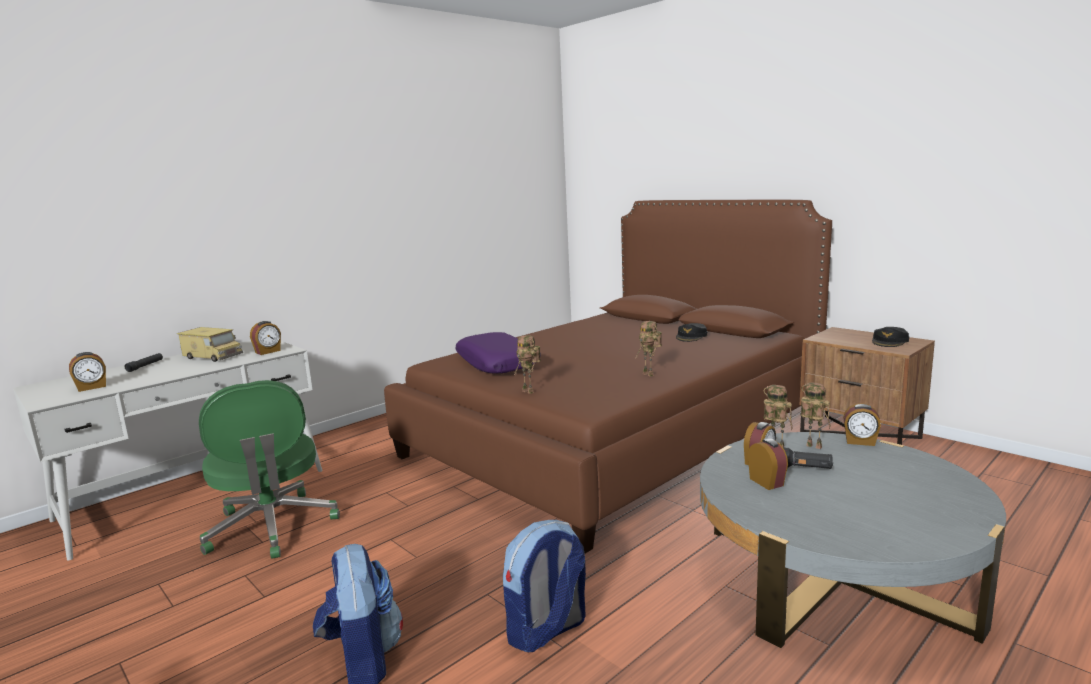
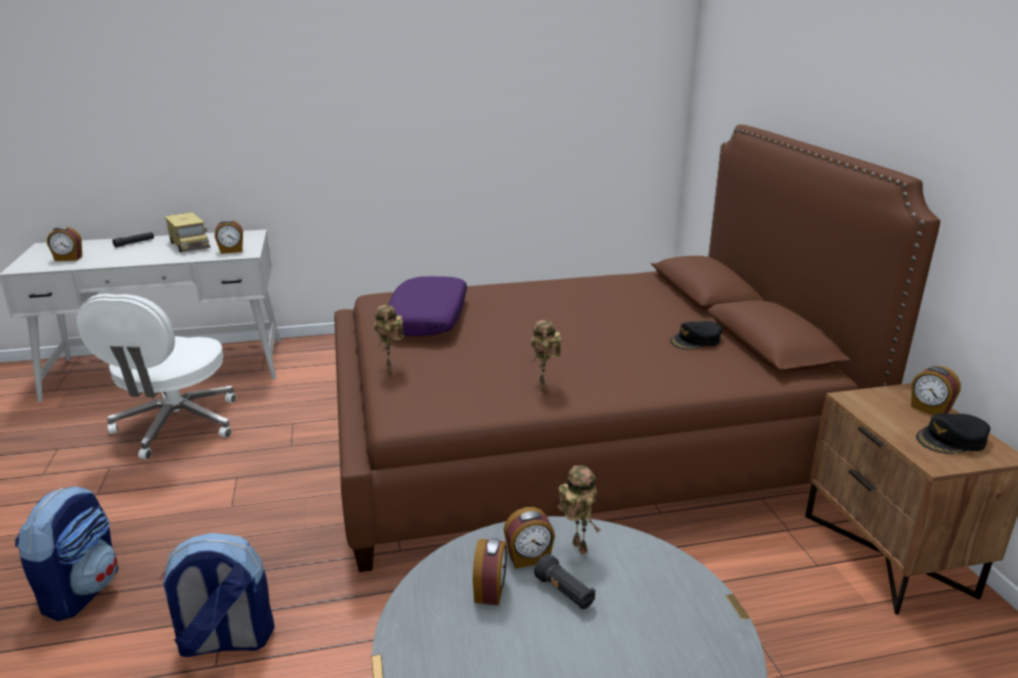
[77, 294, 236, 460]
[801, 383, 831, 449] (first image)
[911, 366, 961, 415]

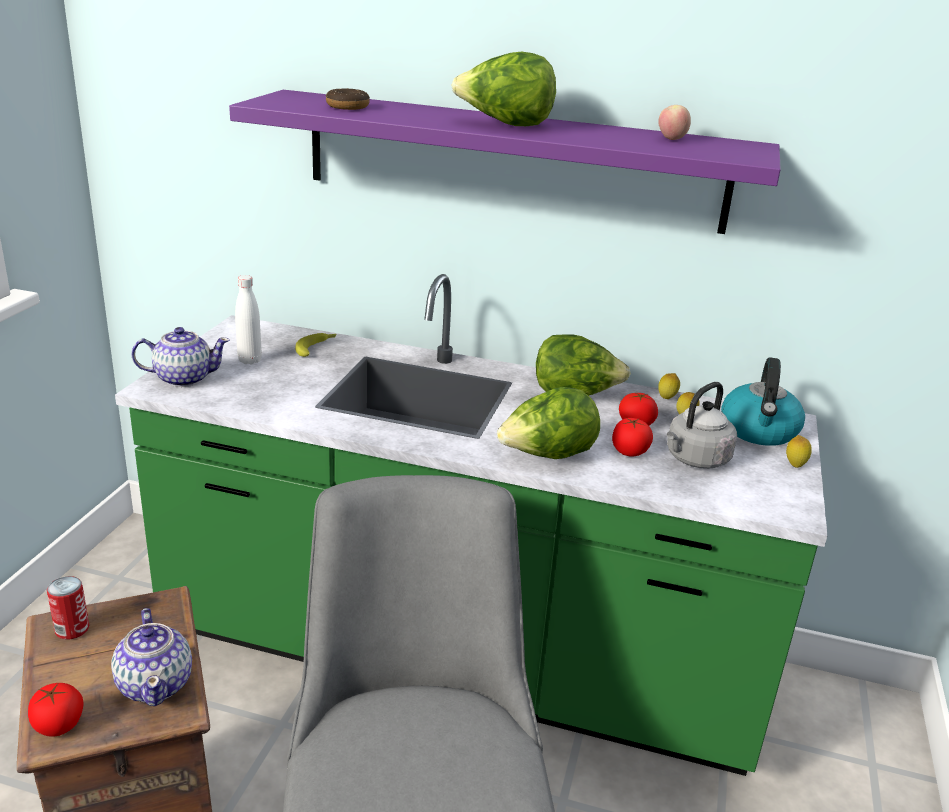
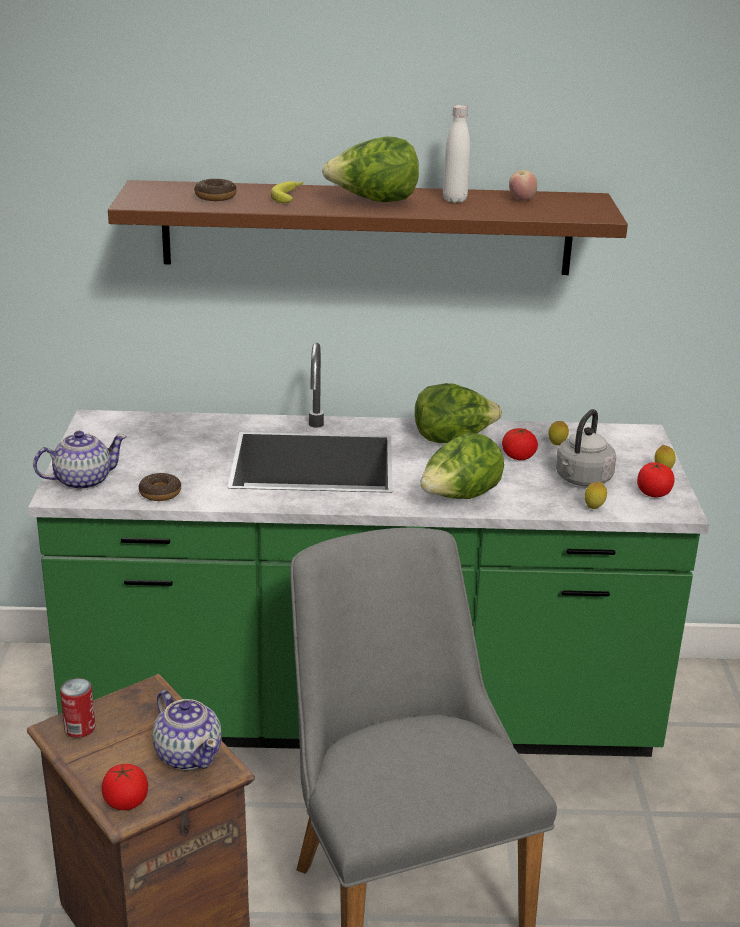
[108, 180, 628, 275]
[443, 105, 470, 203]
[270, 181, 303, 203]
[721, 357, 805, 446] (first image)
[585, 482, 607, 509]
[637, 463, 674, 497]
[139, 473, 181, 501]

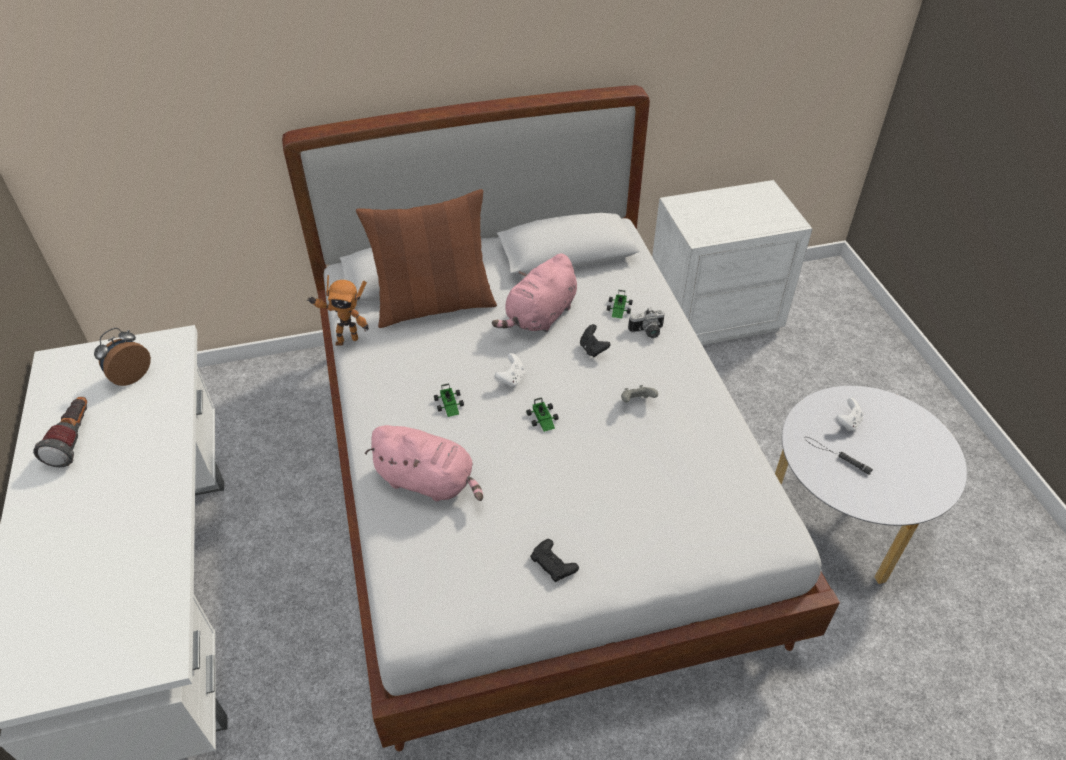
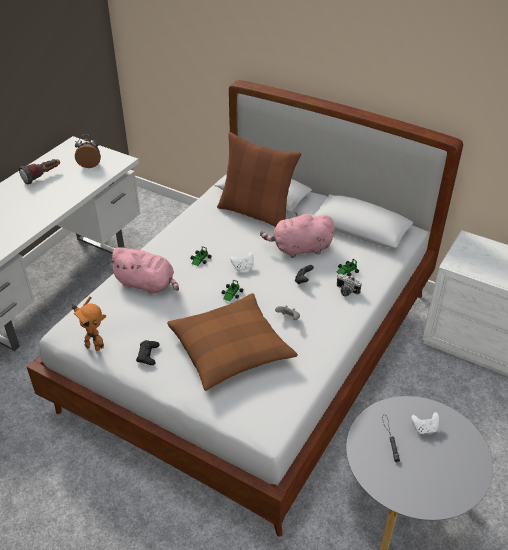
[71, 297, 106, 351]
[108, 247, 179, 295]
[167, 293, 298, 391]

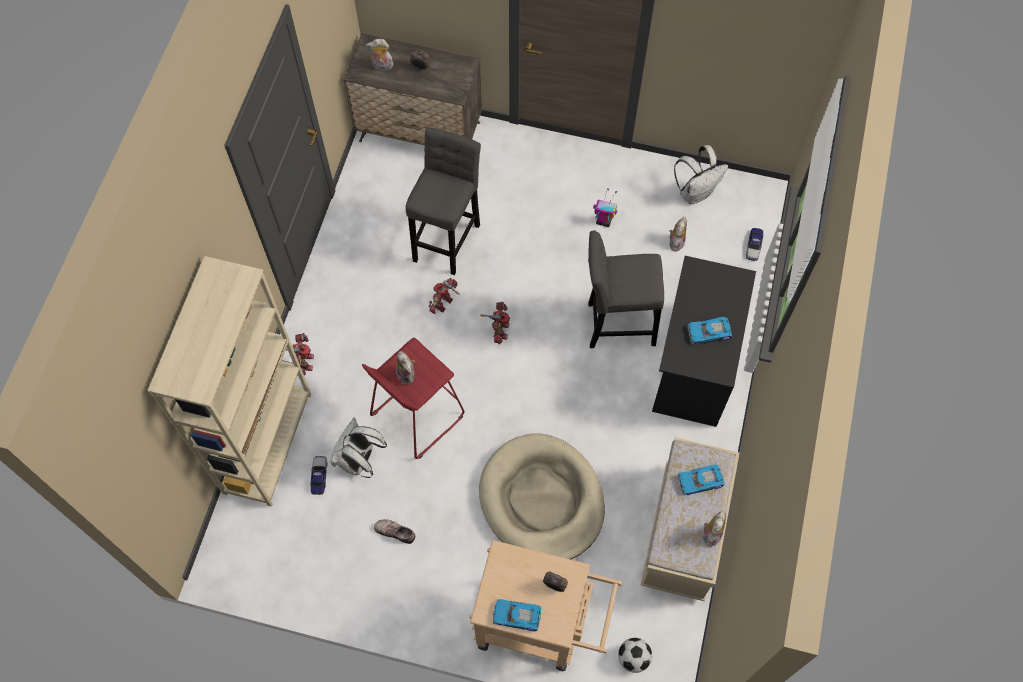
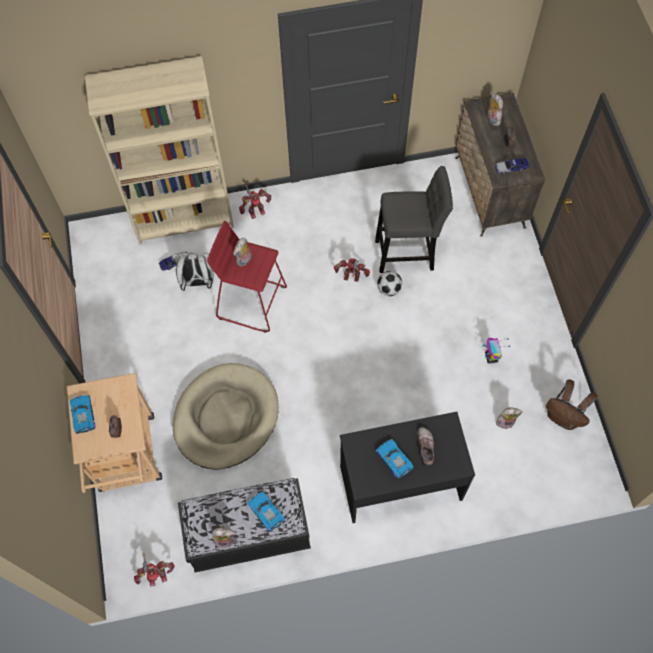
[546, 379, 598, 430]
[495, 158, 529, 174]
[588, 230, 664, 348] (first image)
[134, 553, 175, 586]
[178, 478, 311, 572]
[417, 427, 434, 466]
[377, 271, 402, 296]

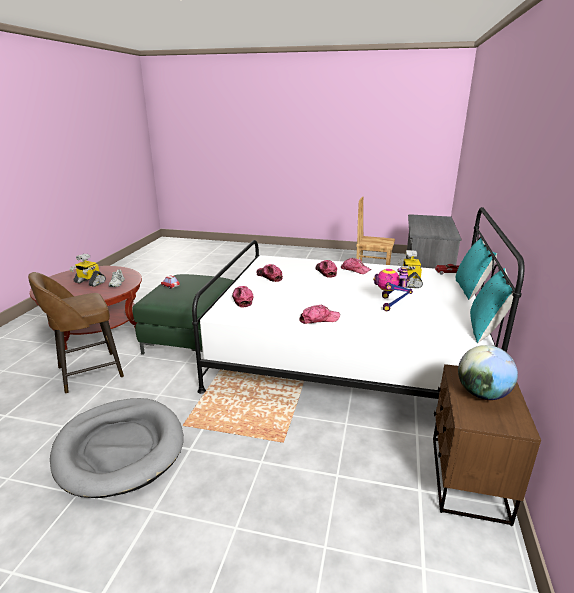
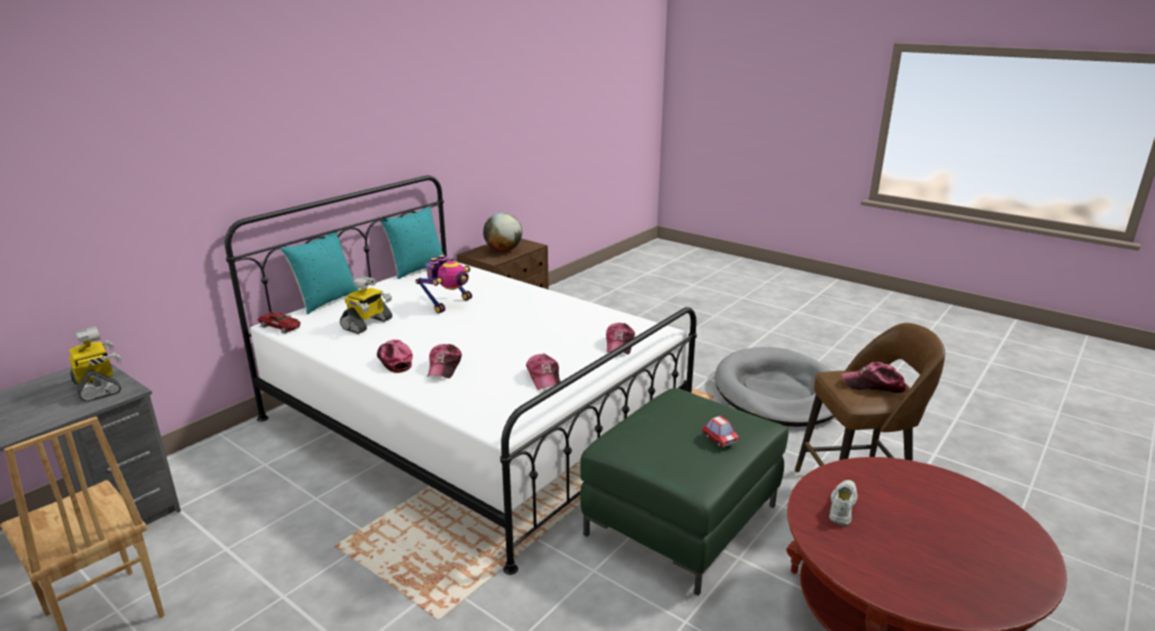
[69, 327, 121, 402]
[842, 362, 906, 393]

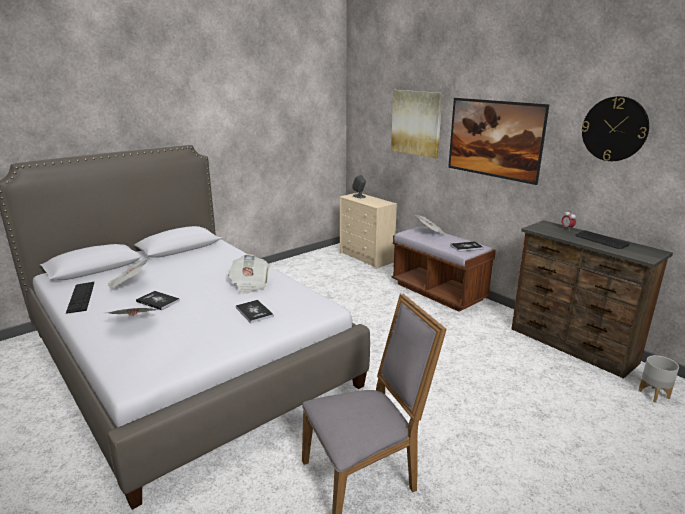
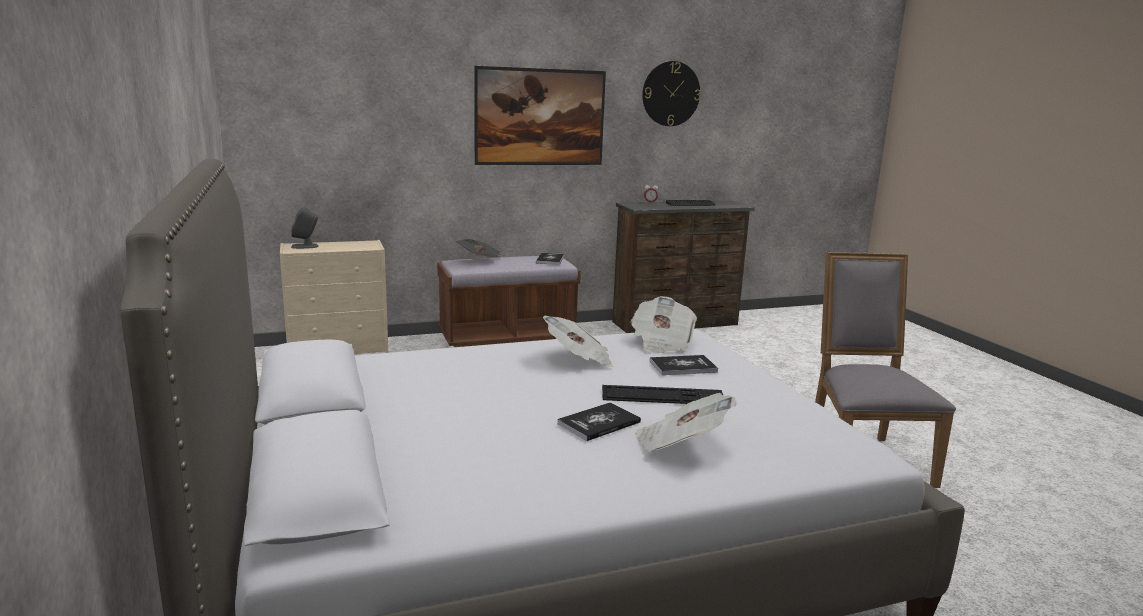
[391, 90, 443, 158] (first image)
[631, 296, 697, 354]
[602, 385, 723, 404]
[638, 355, 679, 403] (first image)

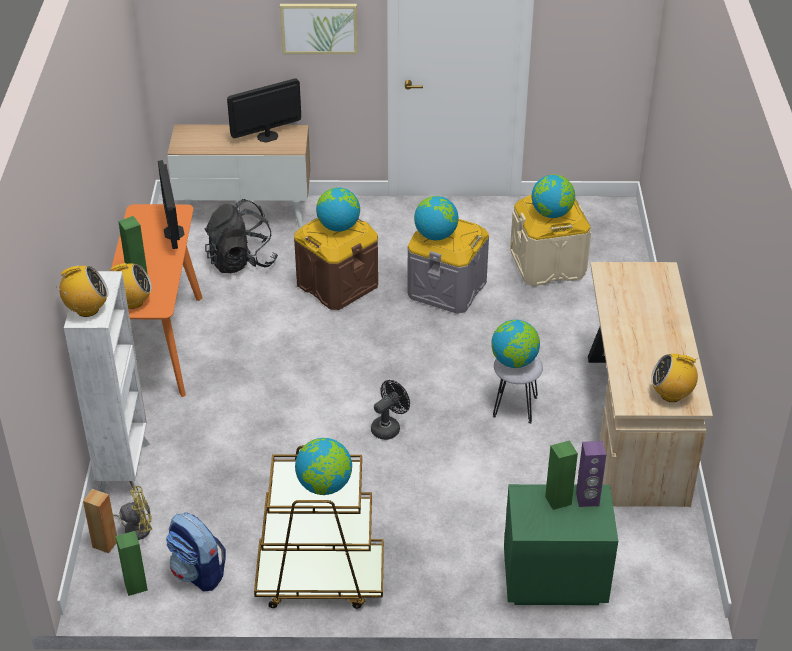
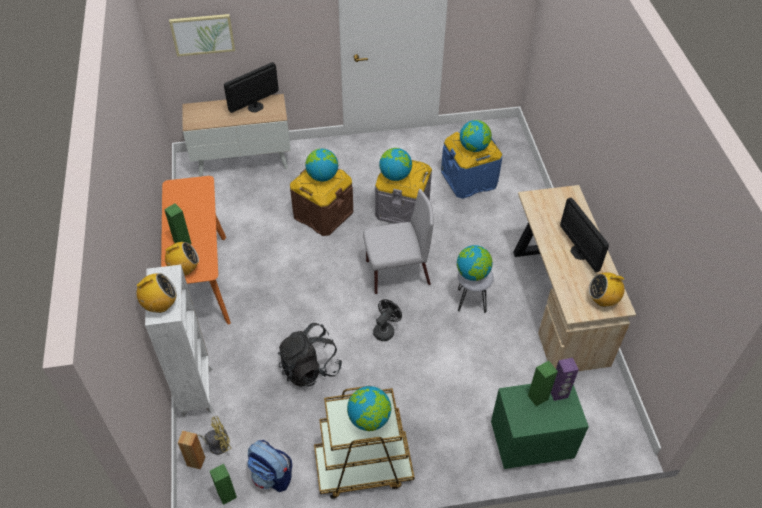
[169, 14, 235, 57]
[560, 197, 609, 272]
[441, 132, 502, 199]
[278, 323, 342, 387]
[363, 189, 433, 294]

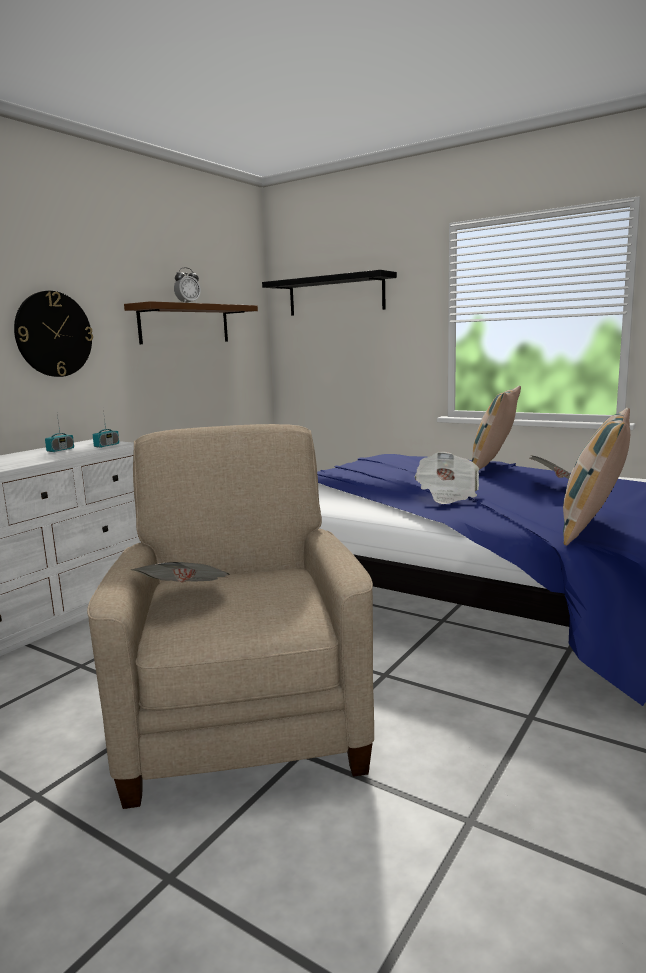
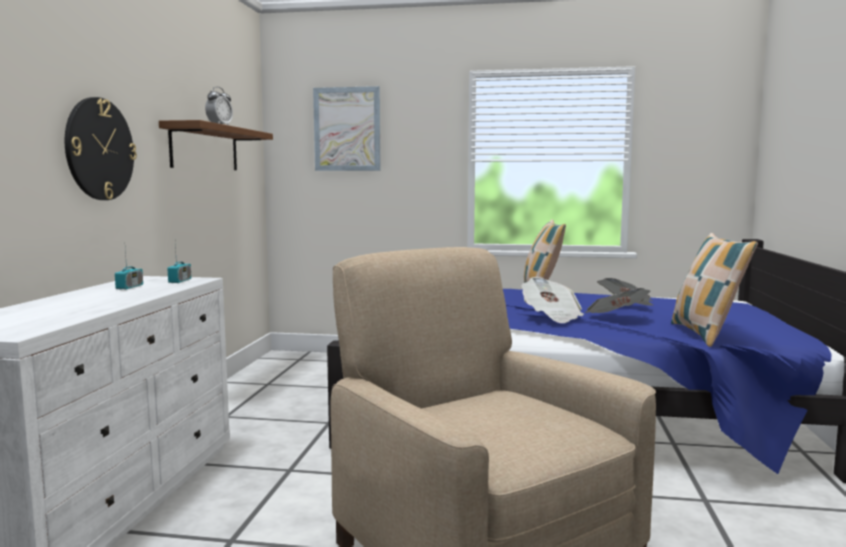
[313, 86, 381, 171]
[585, 288, 651, 313]

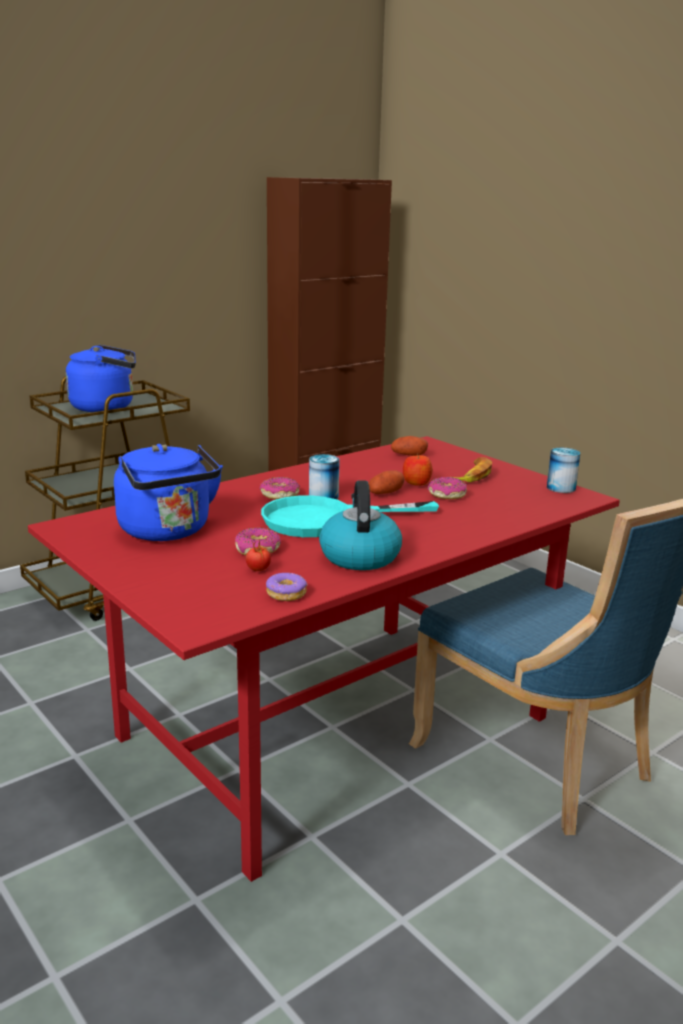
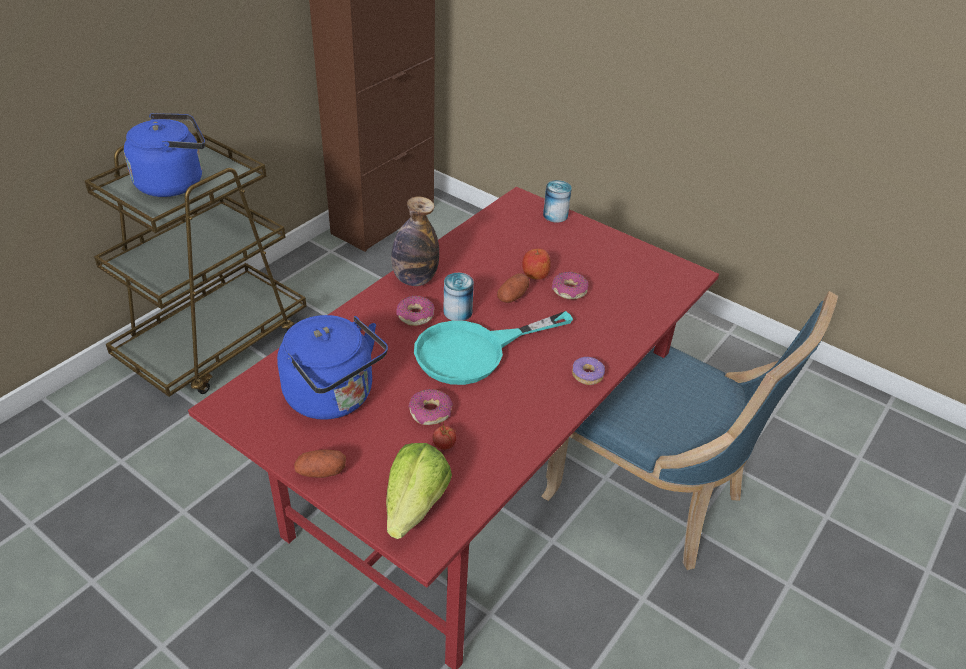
[294, 450, 346, 478]
[543, 180, 572, 223]
[453, 457, 492, 482] (first image)
[319, 481, 402, 570] (first image)
[572, 357, 605, 385]
[391, 196, 439, 286]
[386, 443, 452, 539]

